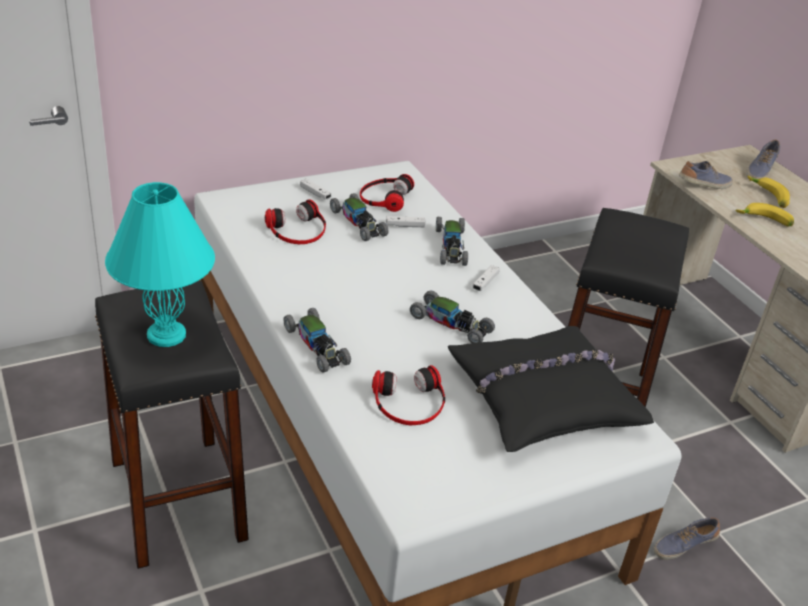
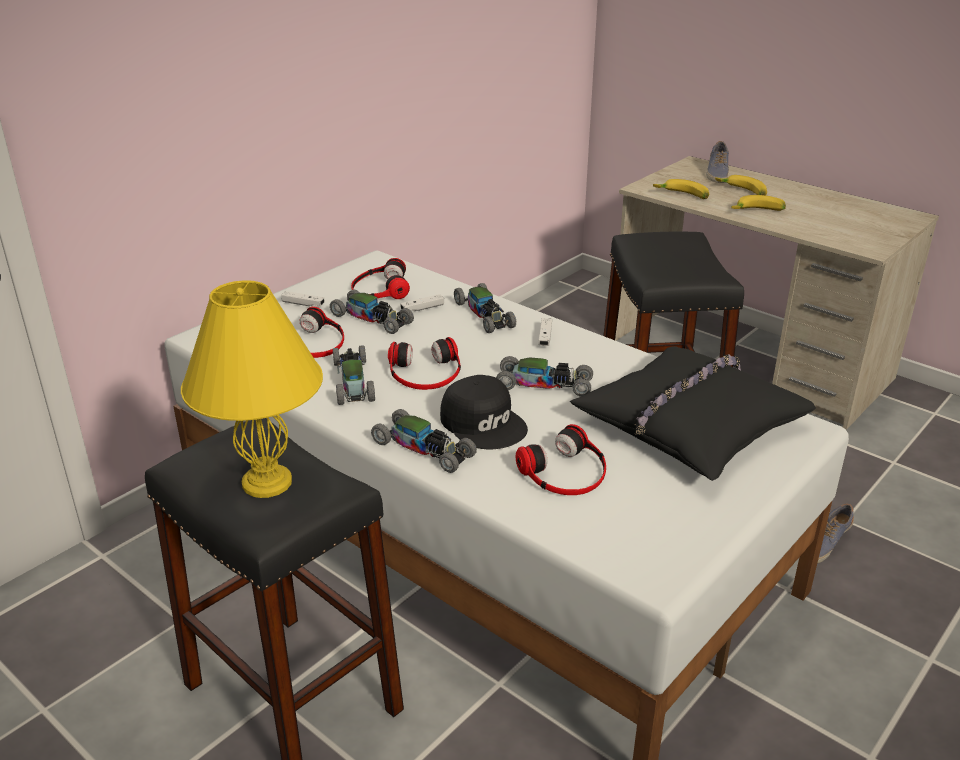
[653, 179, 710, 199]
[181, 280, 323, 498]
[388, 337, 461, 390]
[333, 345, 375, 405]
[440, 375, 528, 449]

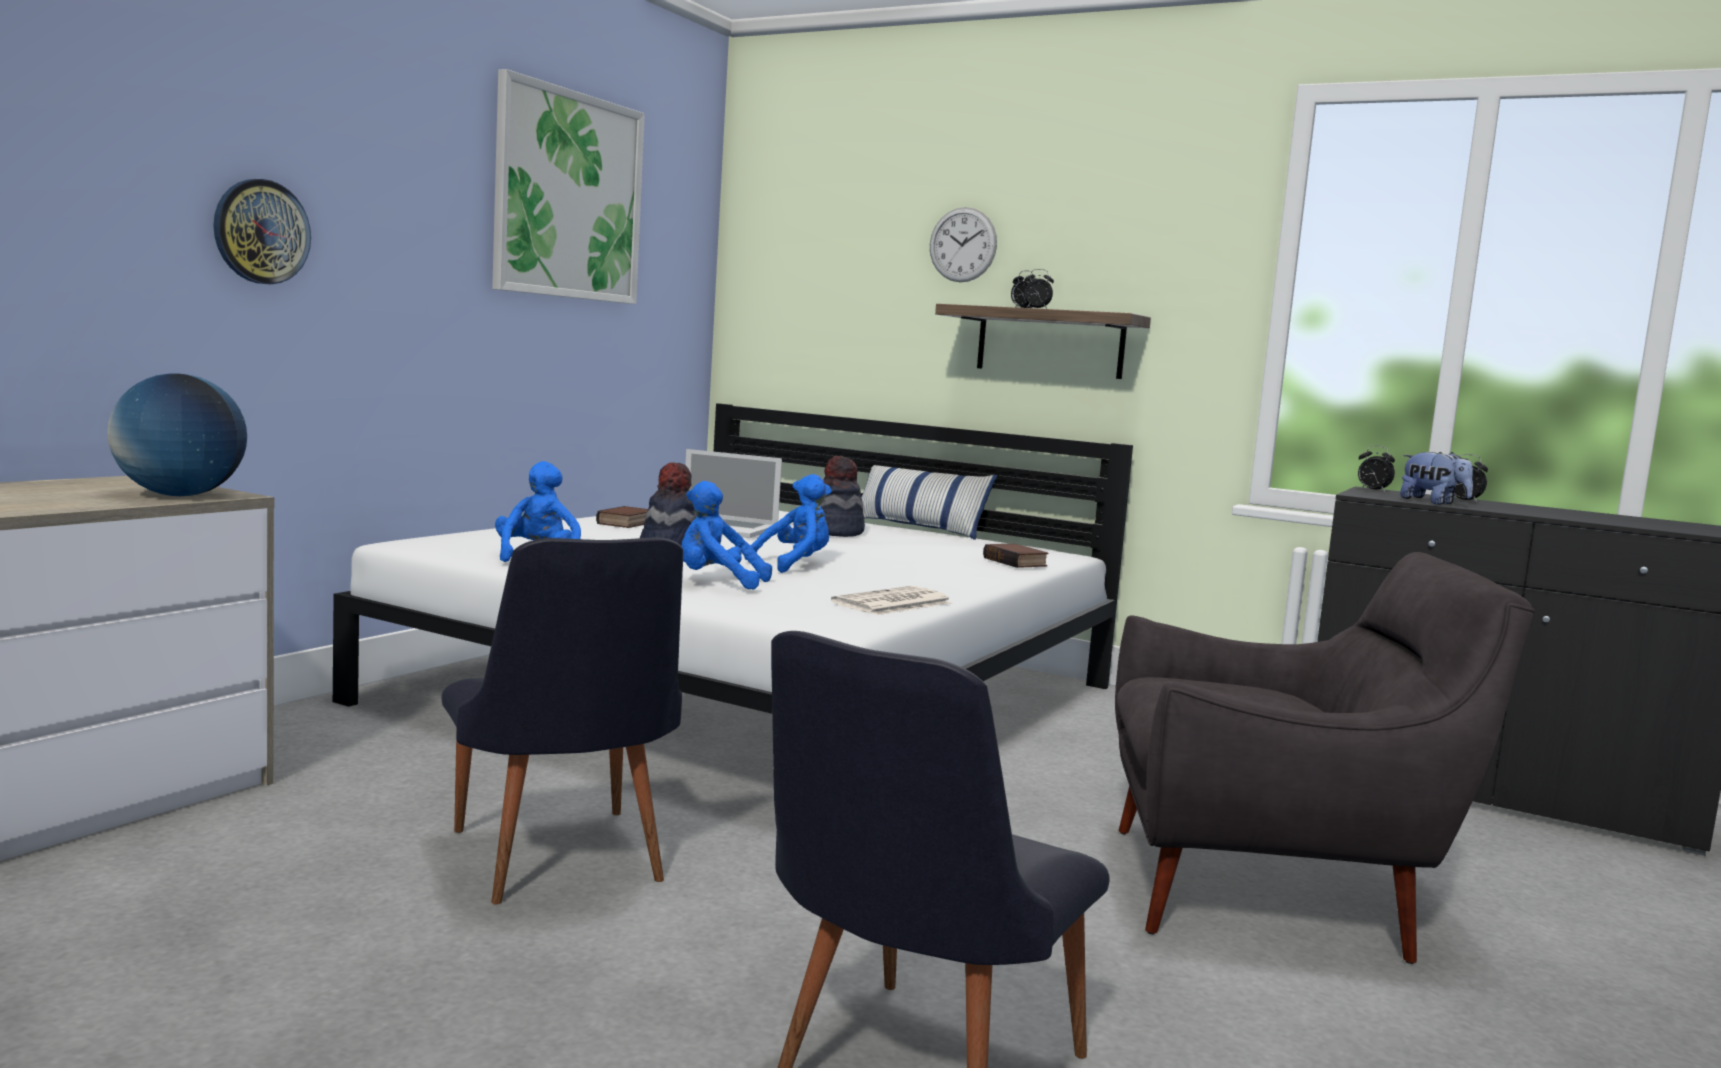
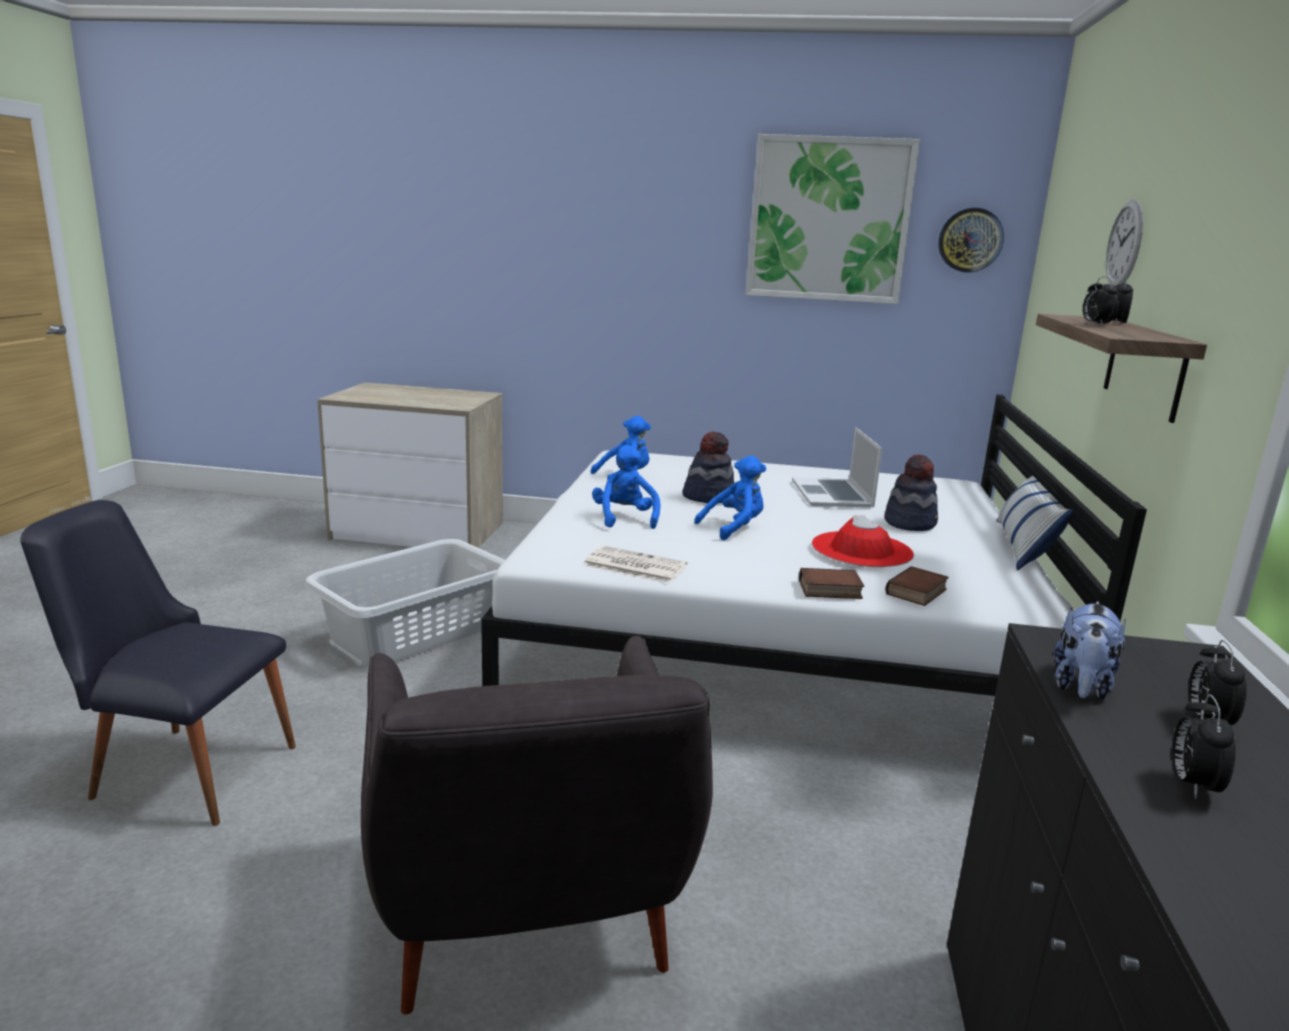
[938, 208, 1004, 273]
[107, 374, 247, 496] (first image)
[1172, 694, 1235, 799]
[694, 456, 766, 540]
[799, 568, 864, 599]
[305, 539, 505, 665]
[812, 515, 914, 567]

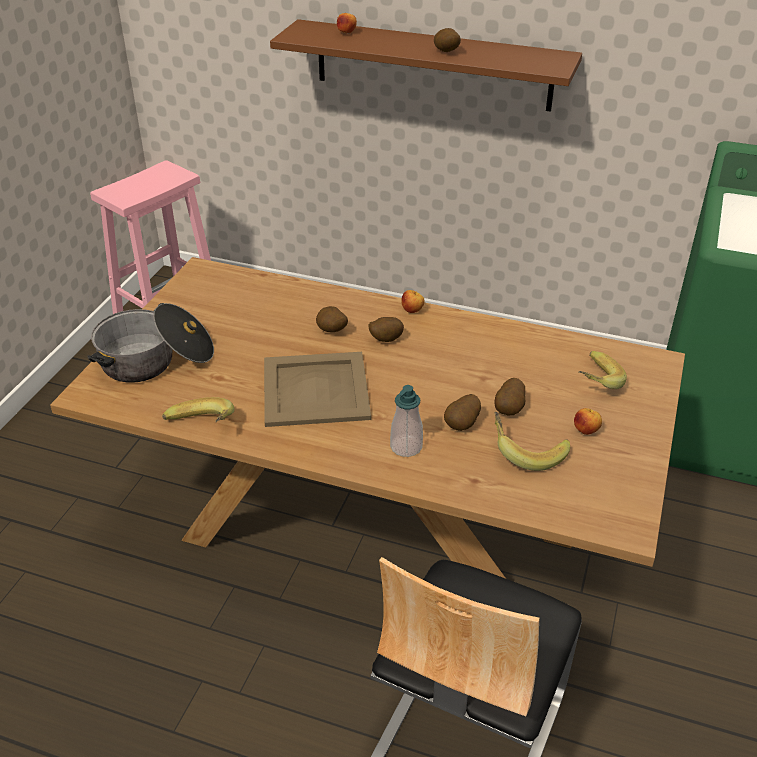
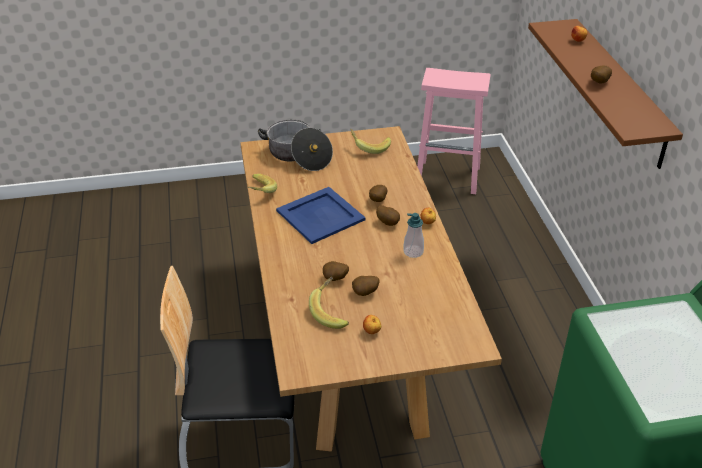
[350, 129, 391, 154]
[276, 187, 366, 244]
[403, 213, 424, 258]

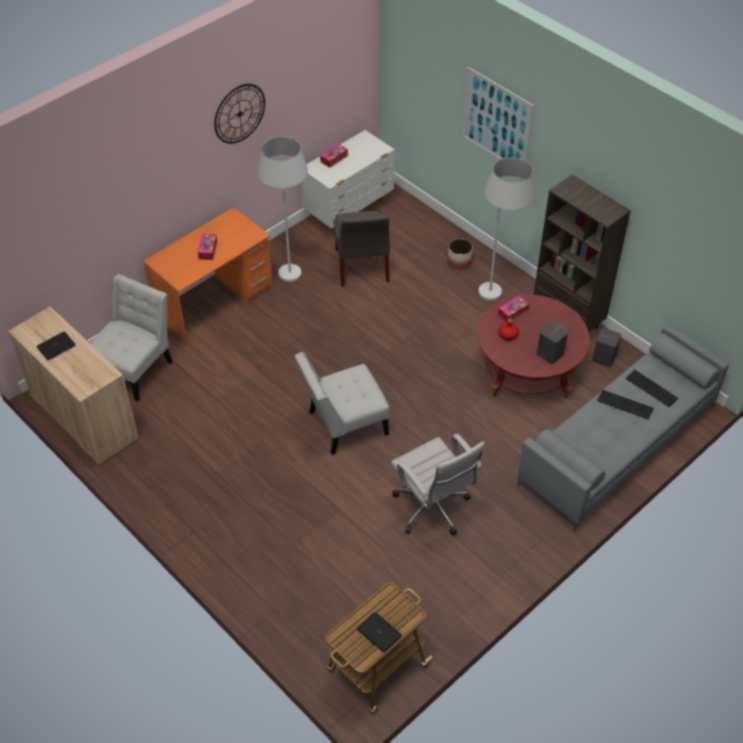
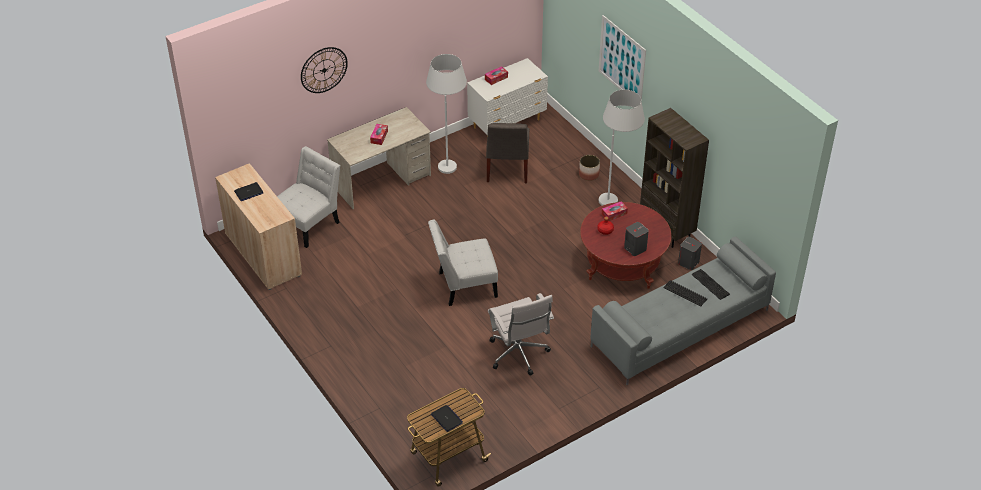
[301, 47, 348, 93]
[327, 107, 431, 209]

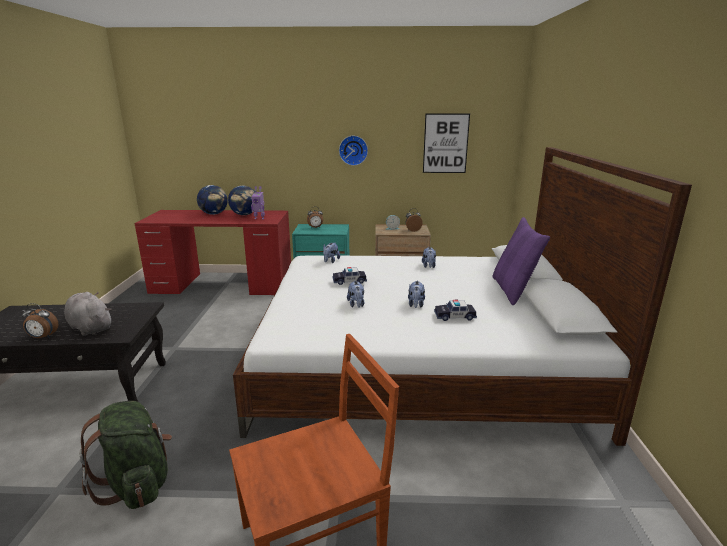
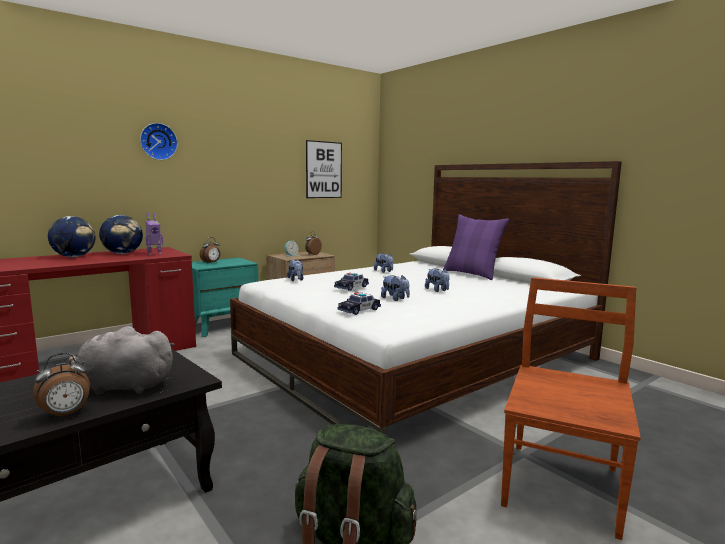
[140, 123, 178, 160]
[337, 292, 381, 315]

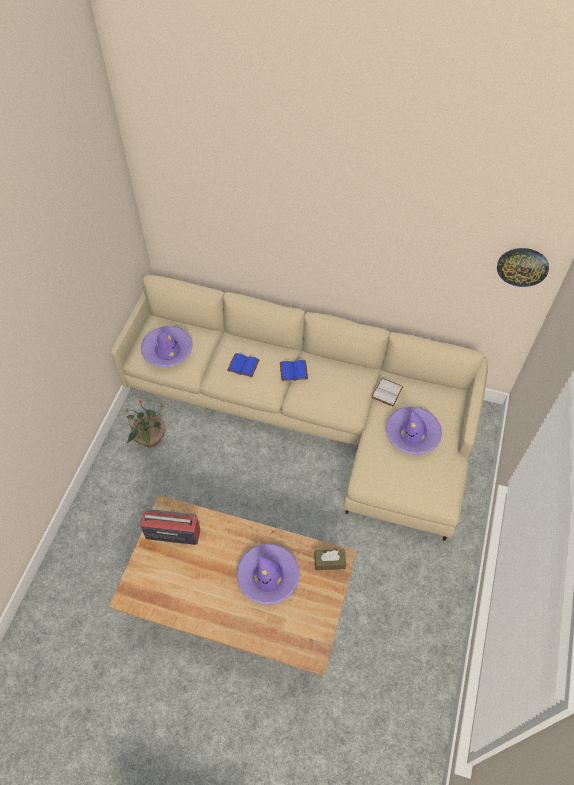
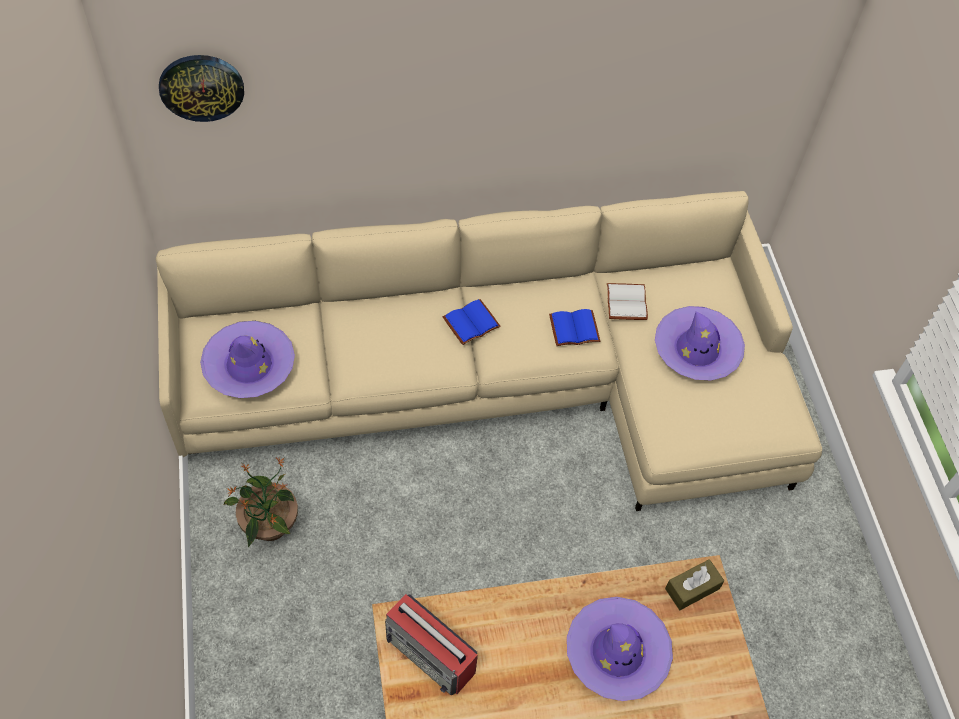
[159, 55, 244, 122]
[549, 309, 600, 346]
[385, 594, 478, 696]

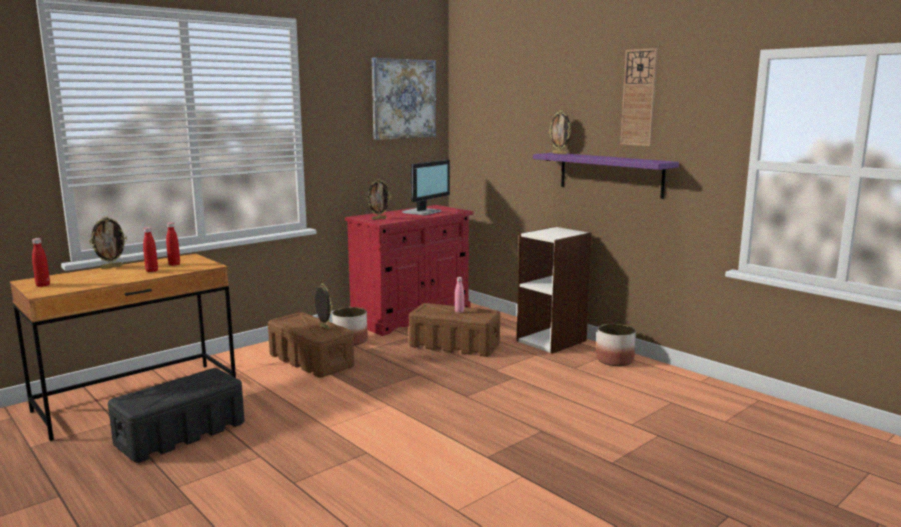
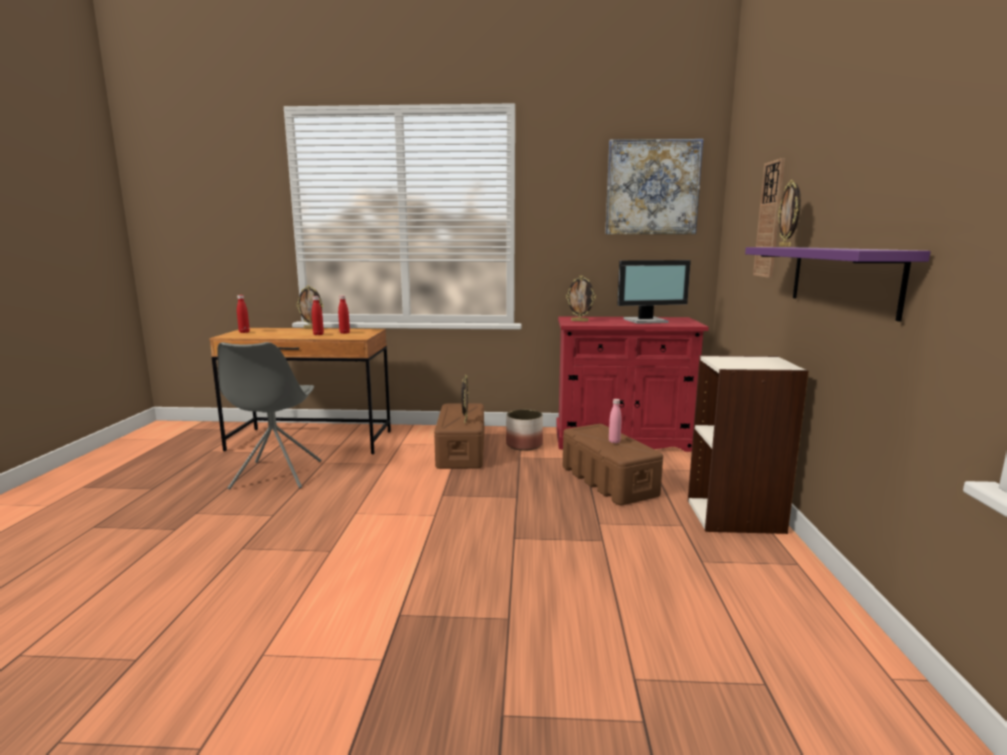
[753, 158, 785, 278]
[596, 324, 636, 366] (first image)
[218, 342, 322, 490]

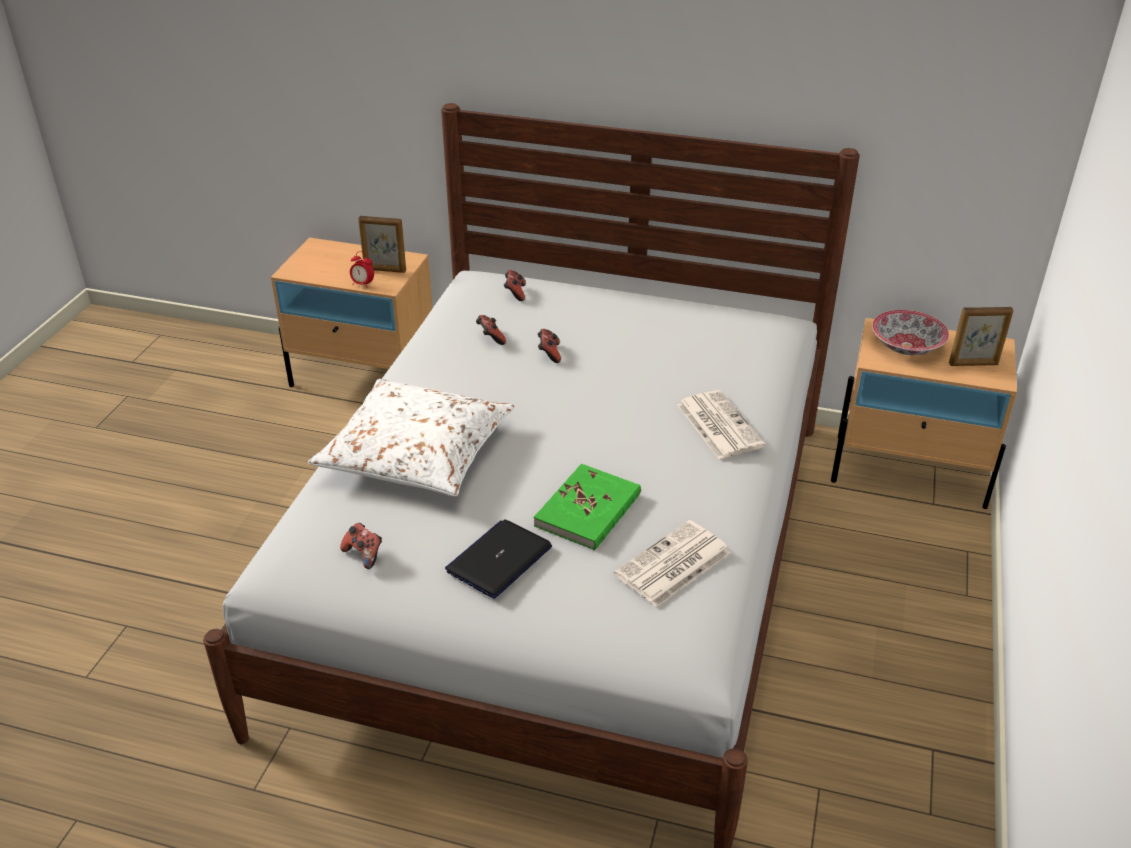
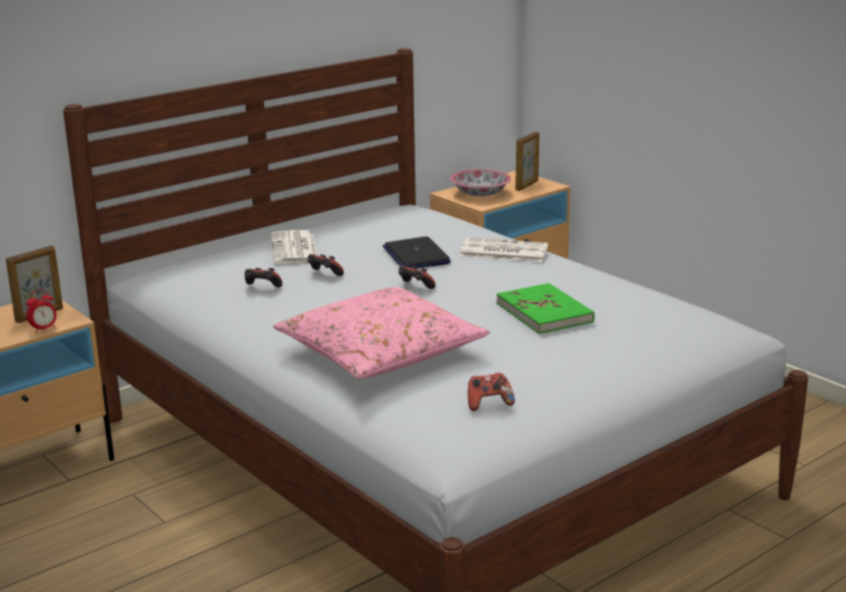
[399, 266, 436, 289]
[273, 287, 490, 379]
[383, 237, 451, 268]
[271, 230, 317, 264]

